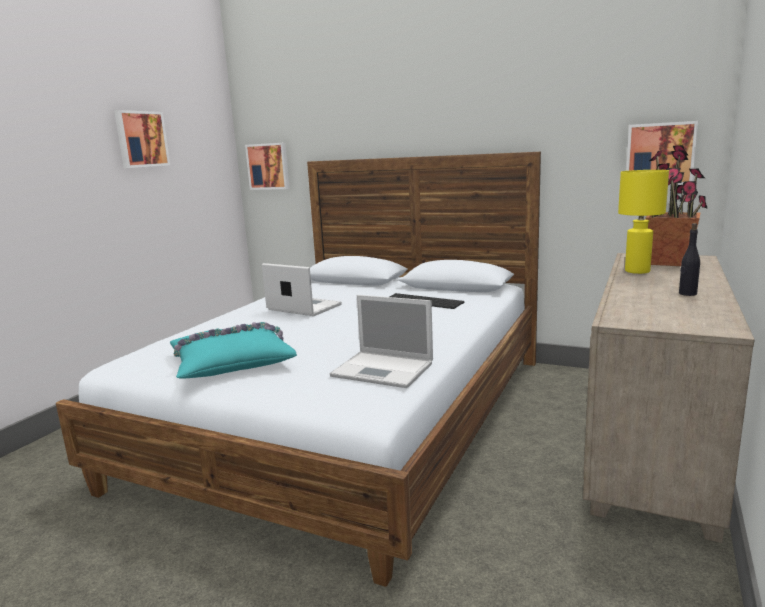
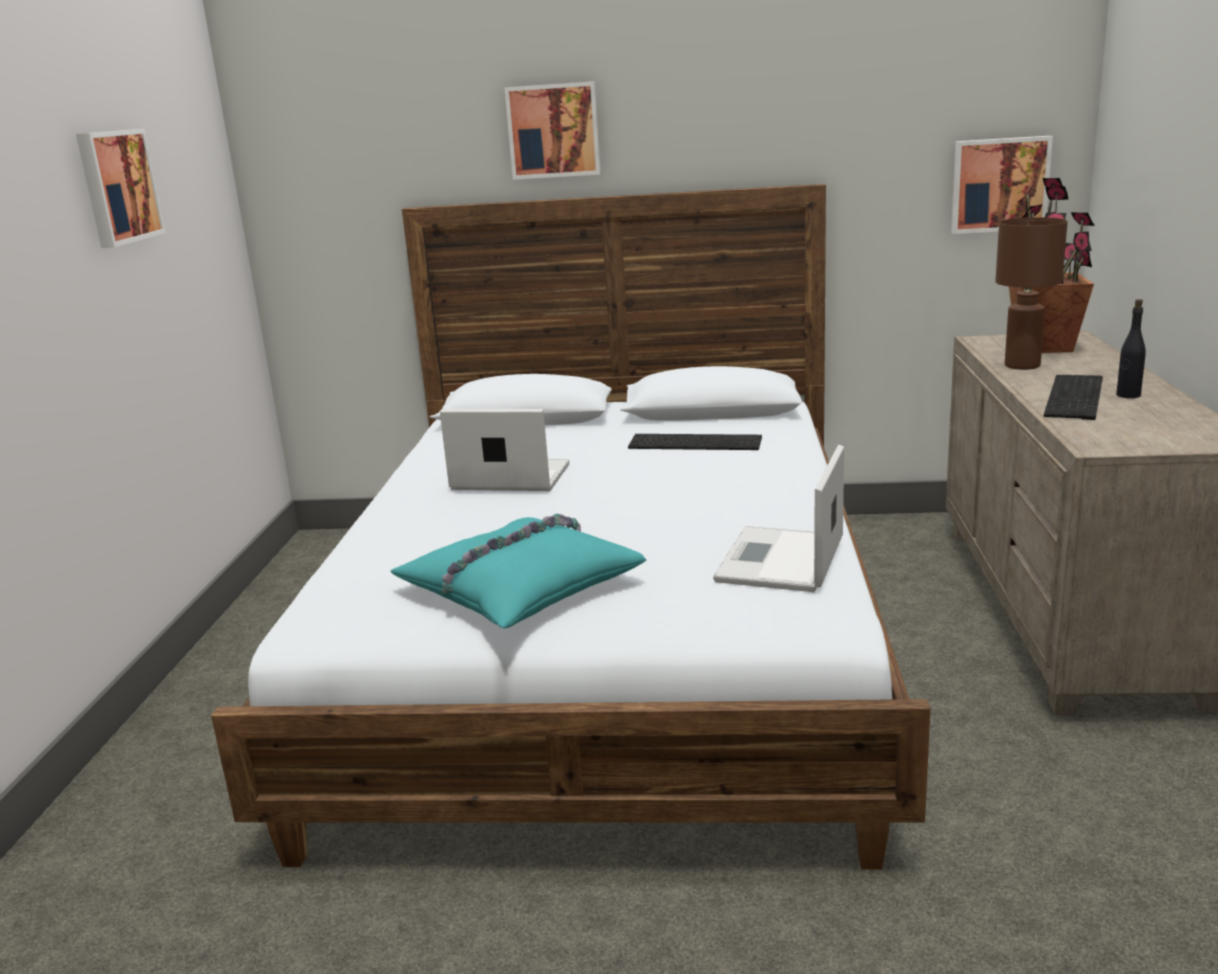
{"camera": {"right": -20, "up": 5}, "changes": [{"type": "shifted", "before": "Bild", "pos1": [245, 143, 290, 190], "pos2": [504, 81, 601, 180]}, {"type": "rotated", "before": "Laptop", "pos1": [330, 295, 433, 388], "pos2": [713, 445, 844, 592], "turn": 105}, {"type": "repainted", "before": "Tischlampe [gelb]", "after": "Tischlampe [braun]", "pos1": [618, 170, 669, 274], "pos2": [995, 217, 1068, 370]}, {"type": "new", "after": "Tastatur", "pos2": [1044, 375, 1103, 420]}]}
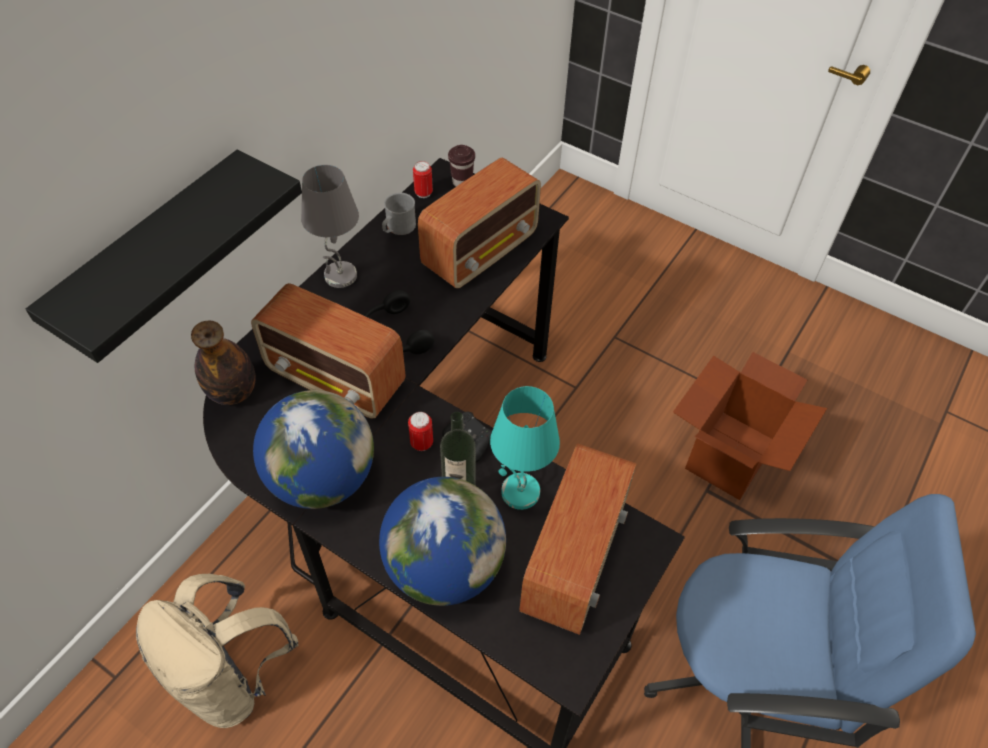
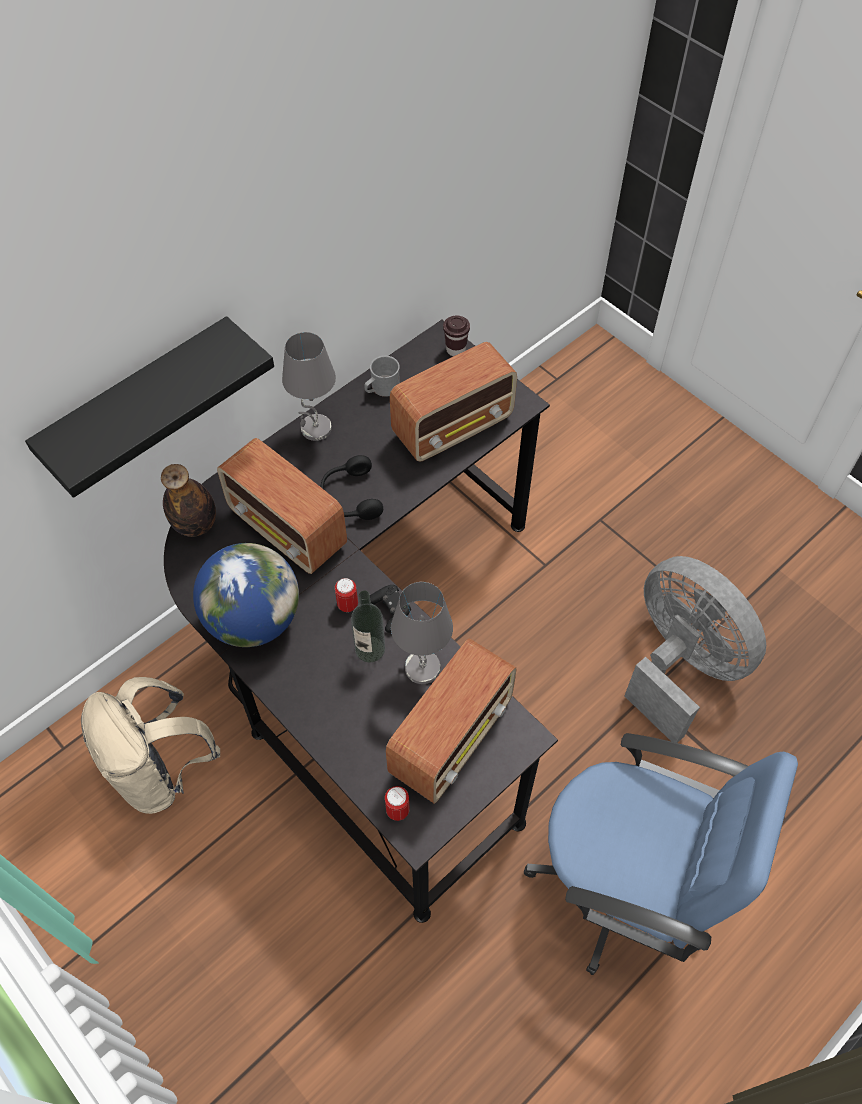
{"camera": {"right": 15, "up": 5}, "changes": [{"type": "gone", "before": "Globus", "pos1": [379, 477, 506, 606]}, {"type": "shifted", "before": "Dose", "pos1": [413, 161, 433, 198], "pos2": [385, 786, 410, 821]}, {"type": "repainted", "before": "Tischlampe [türkis]", "after": "Tischlampe [grau]", "pos1": [490, 386, 560, 510], "pos2": [391, 582, 453, 684]}, {"type": "swapped", "before": "Karton", "after": "Ventilator [grau]", "pos1": [673, 352, 827, 500], "pos2": [624, 556, 766, 743]}]}
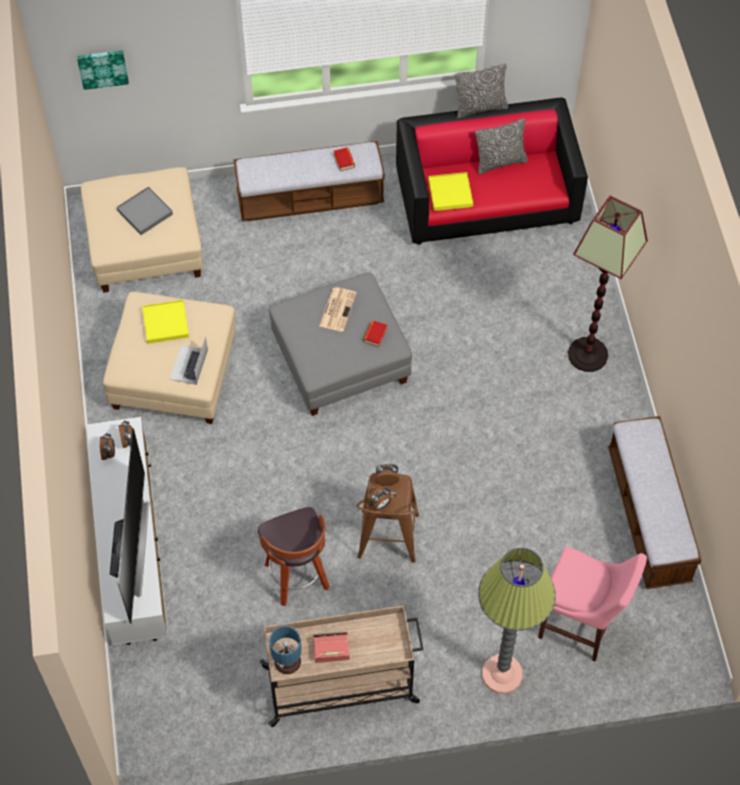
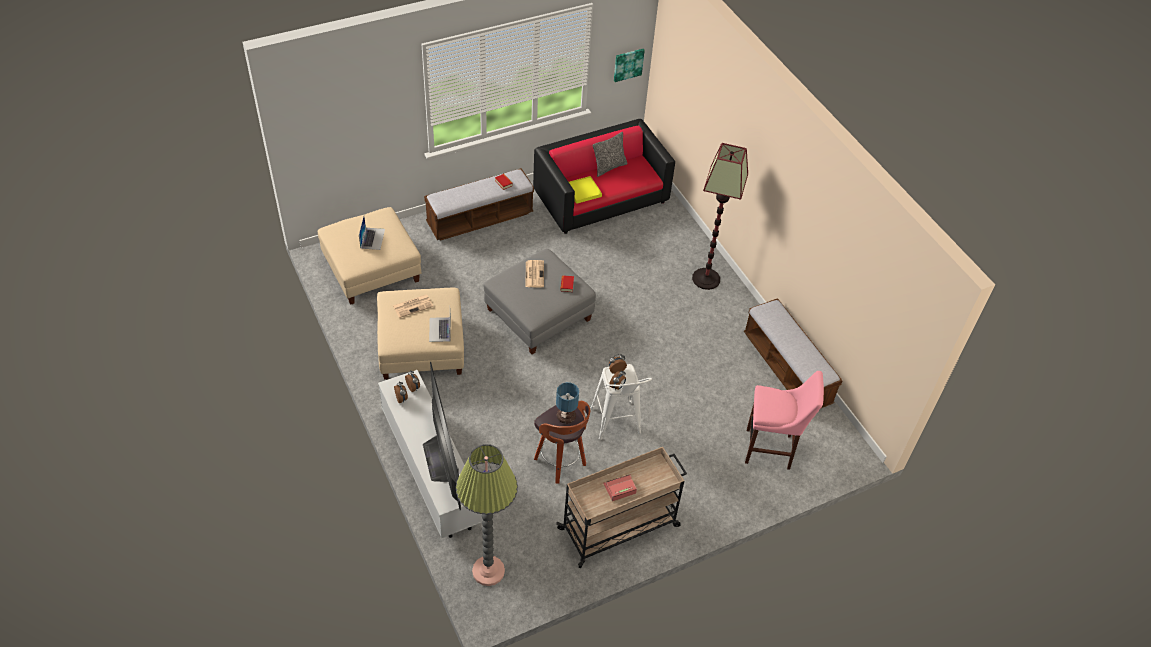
{"camera": {"right": -20, "up": -10}, "changes": [{"type": "shifted", "before": "Bild", "pos1": [77, 50, 129, 90], "pos2": [614, 49, 645, 82]}, {"type": "swapped", "before": "Tablett [grau]", "after": "Laptop", "pos1": [117, 186, 173, 235], "pos2": [359, 216, 385, 250]}, {"type": "swapped", "before": "Tablett [gelb]", "after": "Zeitung", "pos1": [142, 300, 189, 344], "pos2": [393, 295, 433, 318]}, {"type": "shifted", "before": "Tischlampe", "pos1": [269, 626, 302, 674], "pos2": [556, 382, 579, 424]}, {"type": "repainted", "before": "Hocker [braun]", "after": "Hocker [weiß]", "pos1": [356, 473, 419, 563], "pos2": [591, 364, 652, 440]}, {"type": "gone", "before": "Kissen", "pos1": [455, 64, 508, 119]}, {"type": "shifted", "before": "Stehlampe", "pos1": [478, 548, 556, 694], "pos2": [456, 444, 518, 586]}]}
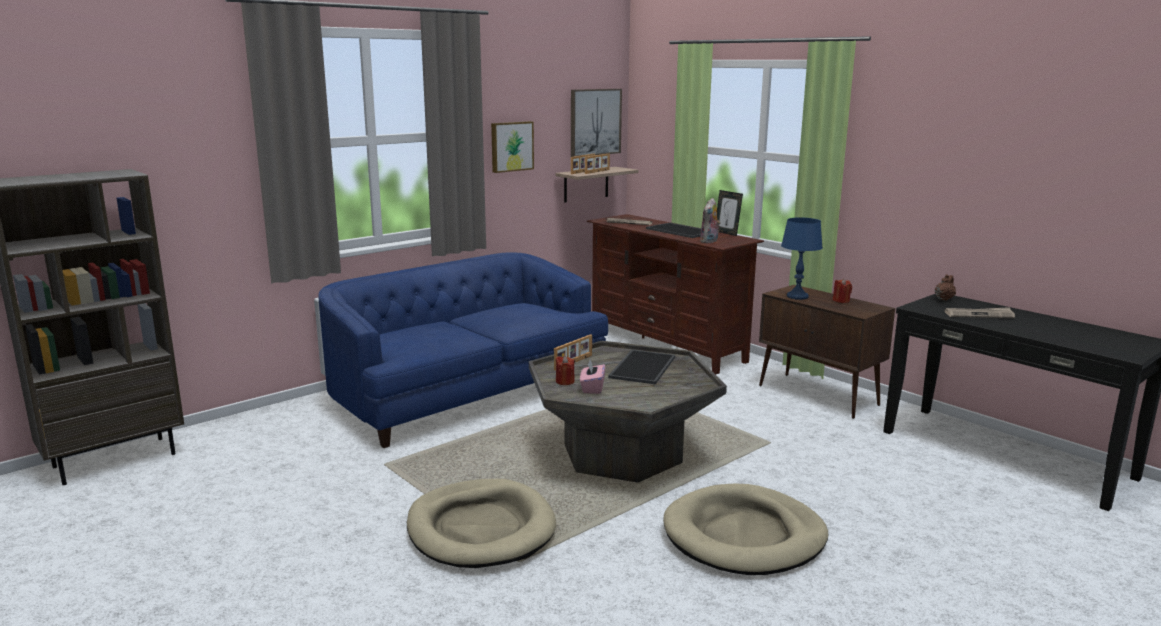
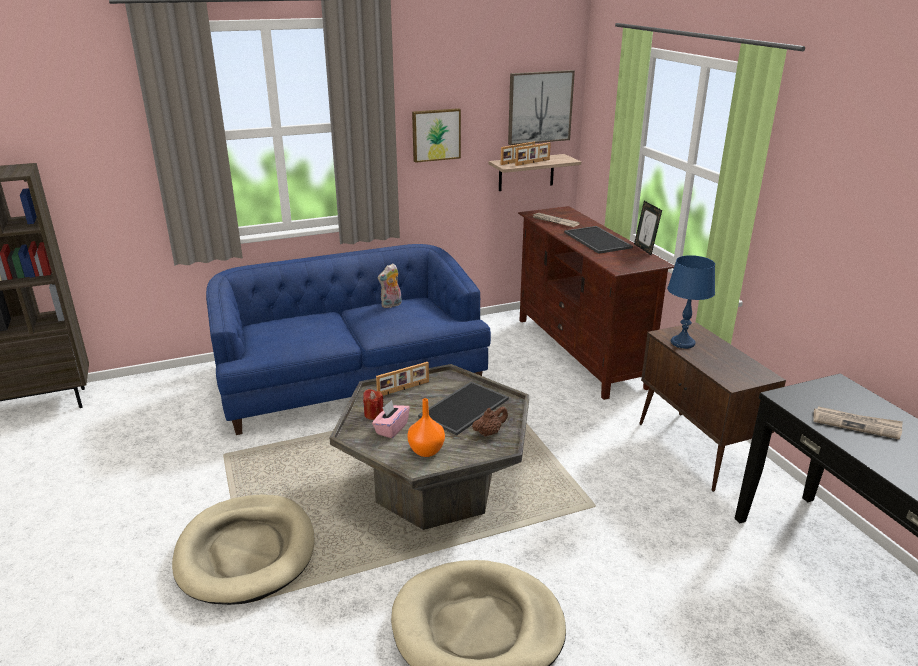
{"camera": {"right": 20, "up": 10}, "changes": [{"type": "shifted", "before": "Plüschtier", "pos1": [700, 198, 721, 243], "pos2": [378, 263, 402, 308]}, {"type": "gone", "before": "Kerze [rot]", "pos1": [833, 278, 852, 303]}, {"type": "shifted", "before": "Teekanne [braun]", "pos1": [935, 274, 956, 301], "pos2": [472, 407, 508, 437]}, {"type": "new", "after": "Vase [orange]", "pos2": [407, 398, 445, 457]}]}
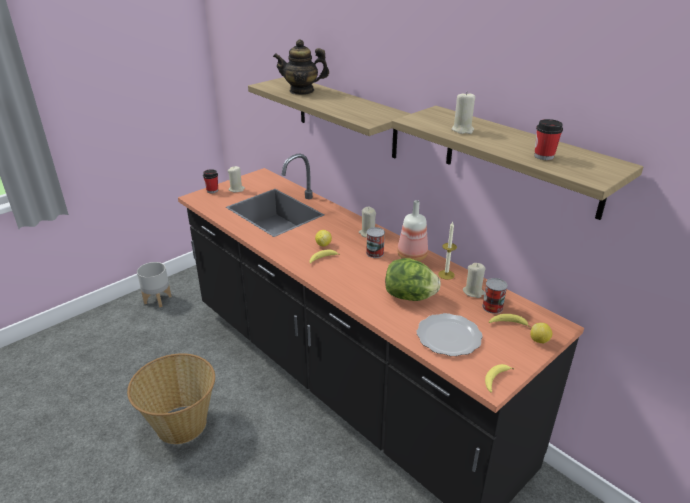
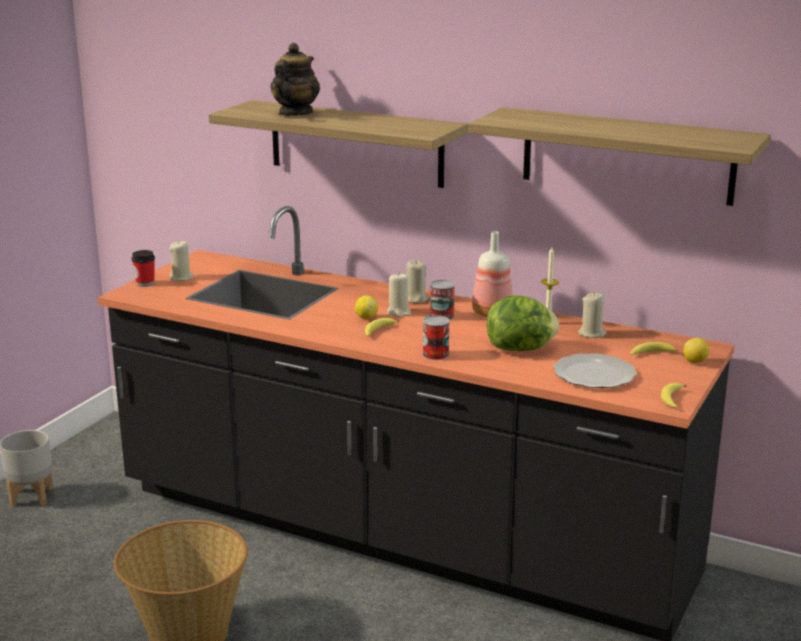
{"camera": {"right": -20, "up": -10}, "changes": [{"type": "rotated", "before": "Teekanne", "pos1": [273, 39, 329, 95], "pos2": [271, 43, 320, 116], "turn": 135}, {"type": "shifted", "before": "Kerze [beige]", "pos1": [452, 93, 475, 134], "pos2": [387, 274, 411, 317]}, {"type": "shifted", "before": "Dose", "pos1": [482, 278, 508, 314], "pos2": [423, 315, 450, 360]}, {"type": "gone", "before": "Tasse", "pos1": [534, 119, 563, 160]}]}
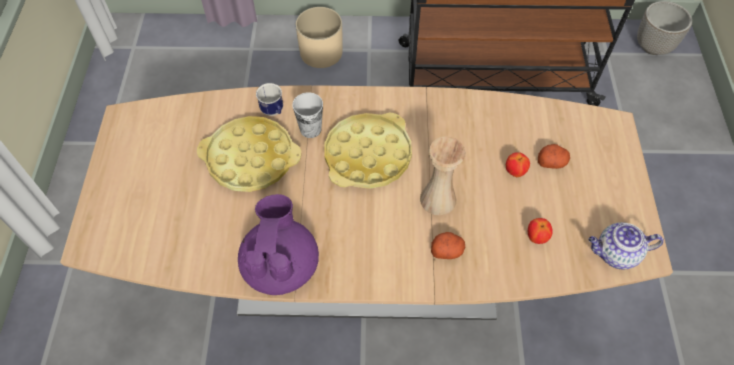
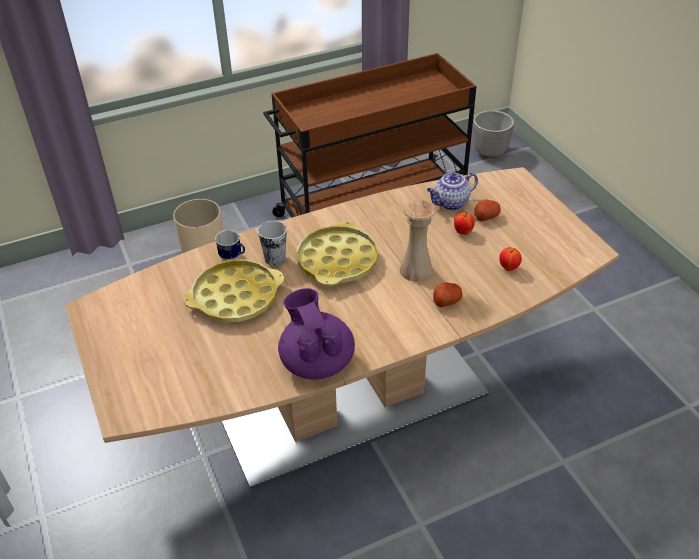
{"camera": {"right": -25, "up": -15}, "changes": [{"type": "shifted", "before": "Teekanne", "pos1": [589, 222, 664, 270], "pos2": [427, 172, 478, 210]}]}
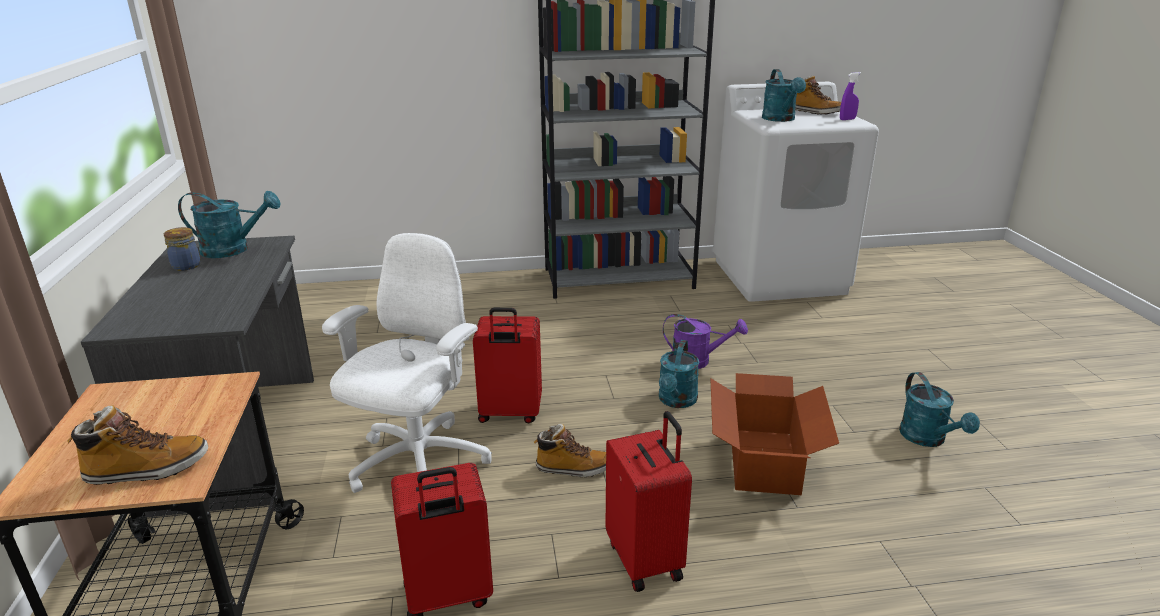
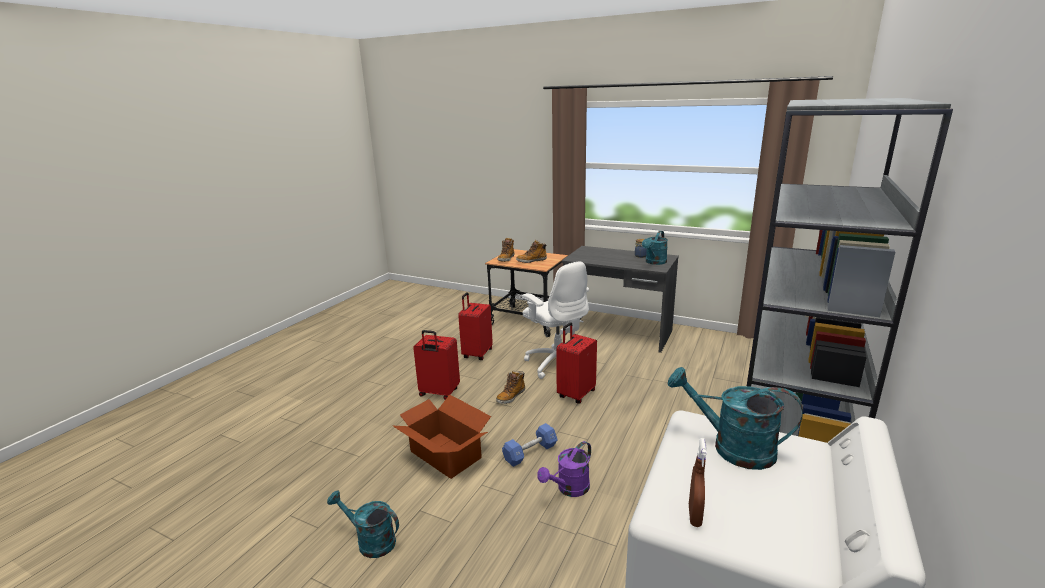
{"camera": {"right": 125, "up": -5}, "changes": [{"type": "swapped", "before": "Gießkanne [türkis]", "after": "Hantel [blau]", "pos1": [659, 340, 699, 408], "pos2": [502, 423, 557, 467]}, {"type": "shifted", "before": "Stiefel", "pos1": [795, 75, 841, 114], "pos2": [516, 240, 547, 263]}, {"type": "repainted", "before": "Sprühflasche [lila]", "after": "Sprühflasche [braun]", "pos1": [840, 72, 861, 120], "pos2": [689, 438, 707, 527]}]}
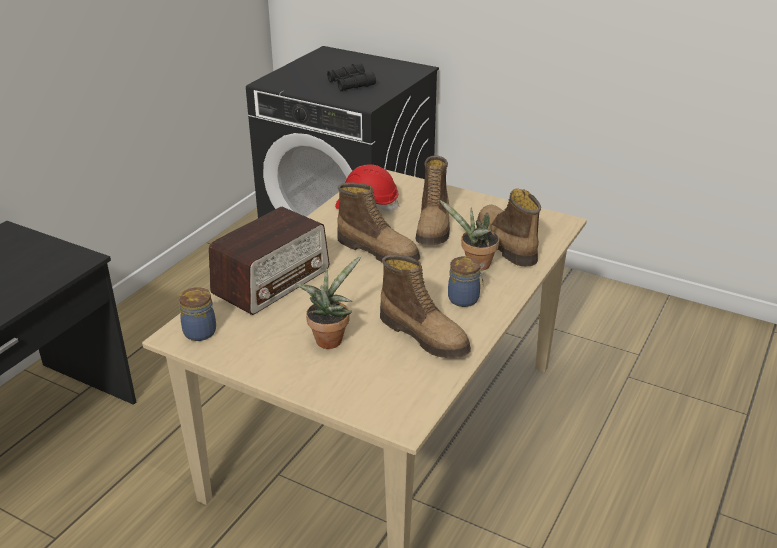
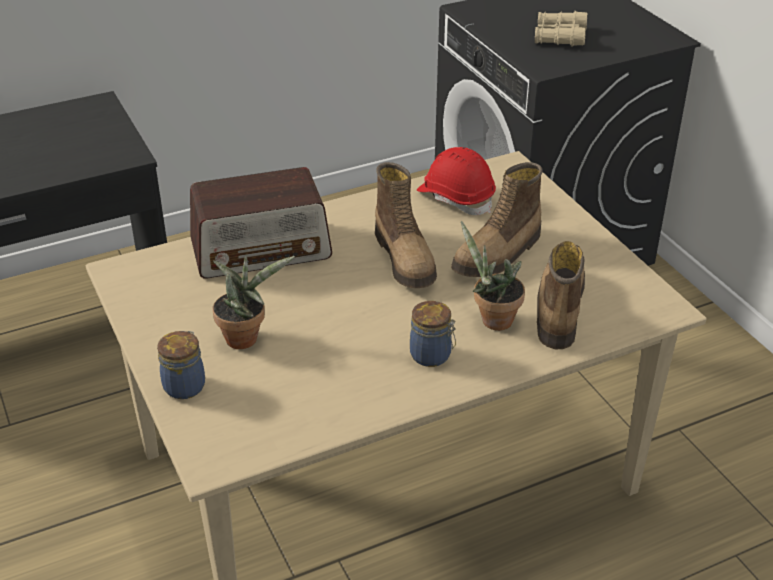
{"camera": {"right": 35, "up": 5}, "changes": [{"type": "shifted", "before": "Vorratsglas", "pos1": [179, 287, 216, 341], "pos2": [157, 331, 205, 399]}, {"type": "repainted", "before": "Fernglas [schwarz]", "after": "Fernglas [beige]", "pos1": [327, 63, 376, 91], "pos2": [535, 11, 587, 46]}, {"type": "gone", "before": "Stiefel", "pos1": [380, 255, 471, 358]}]}
